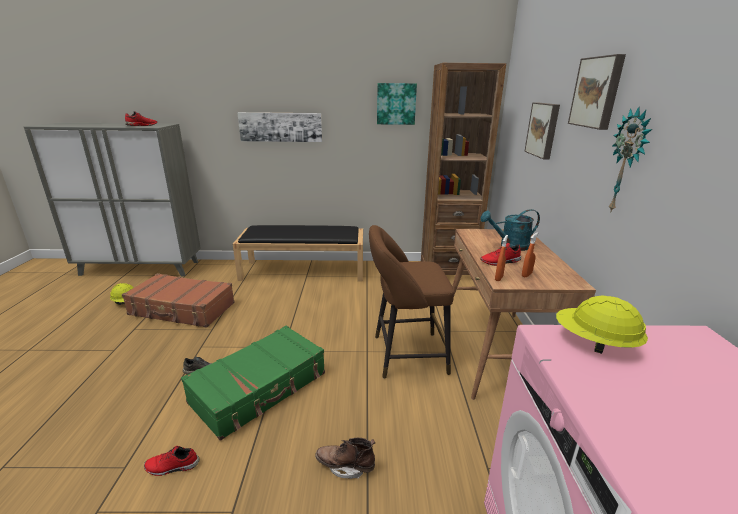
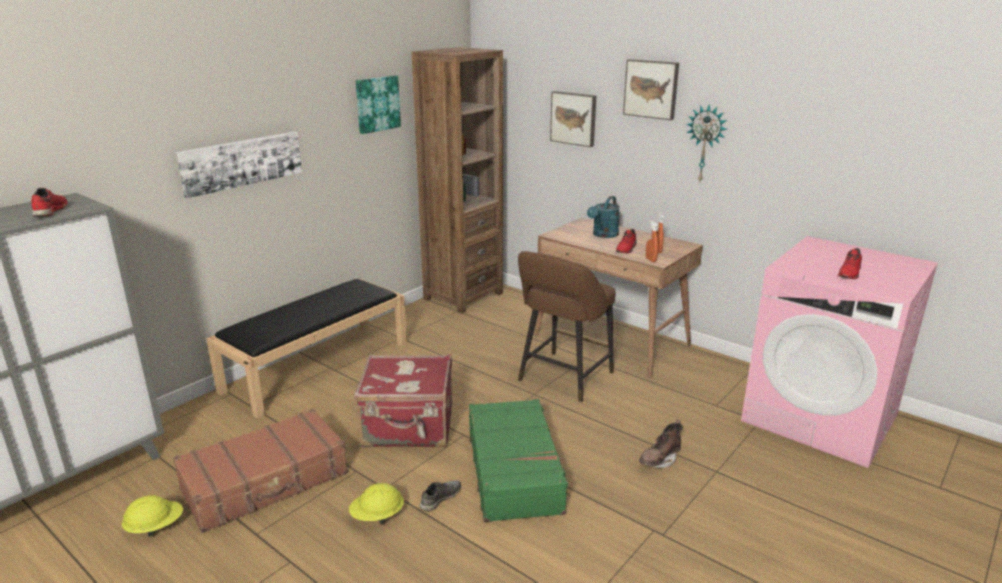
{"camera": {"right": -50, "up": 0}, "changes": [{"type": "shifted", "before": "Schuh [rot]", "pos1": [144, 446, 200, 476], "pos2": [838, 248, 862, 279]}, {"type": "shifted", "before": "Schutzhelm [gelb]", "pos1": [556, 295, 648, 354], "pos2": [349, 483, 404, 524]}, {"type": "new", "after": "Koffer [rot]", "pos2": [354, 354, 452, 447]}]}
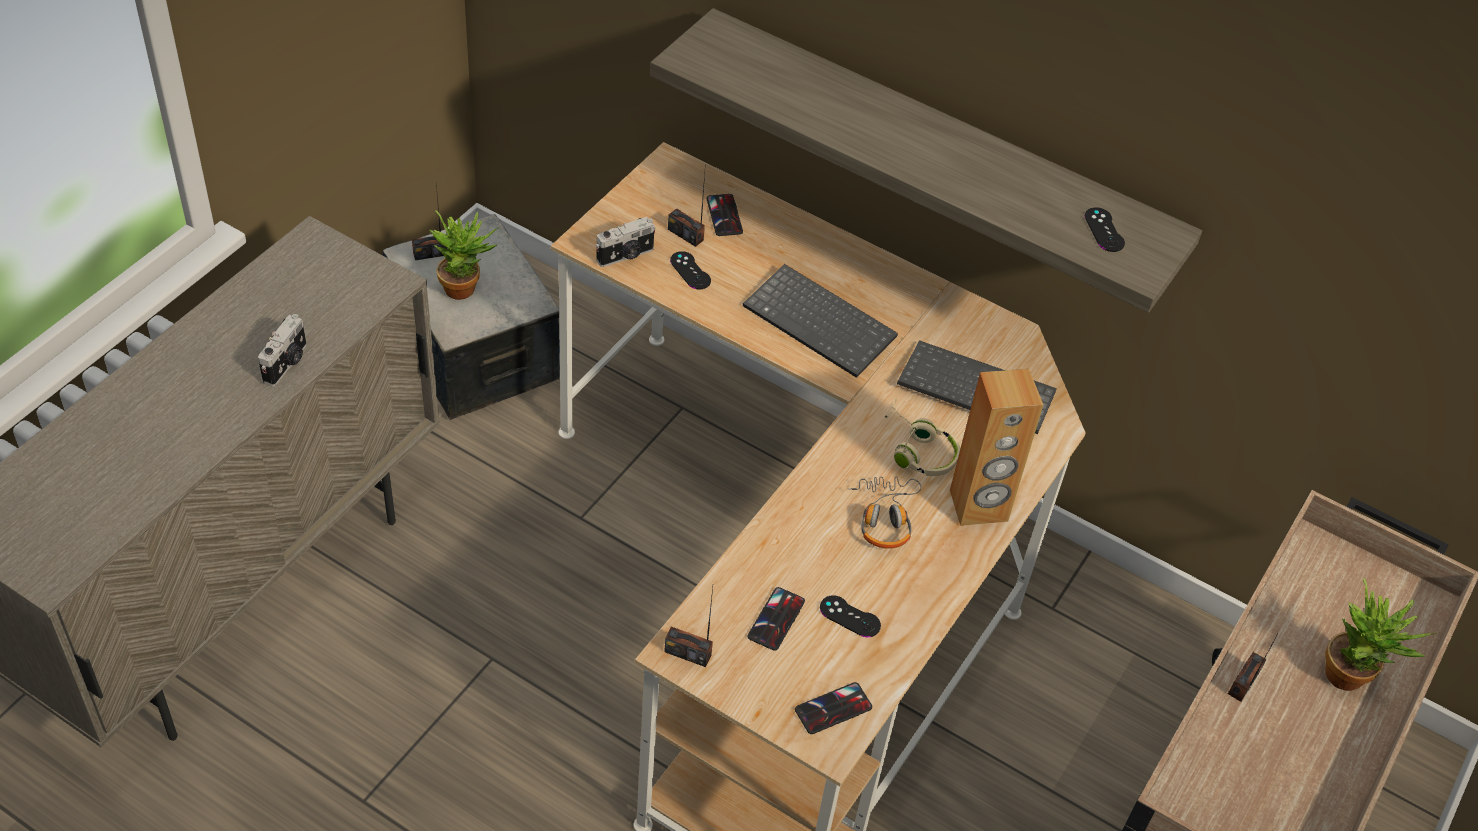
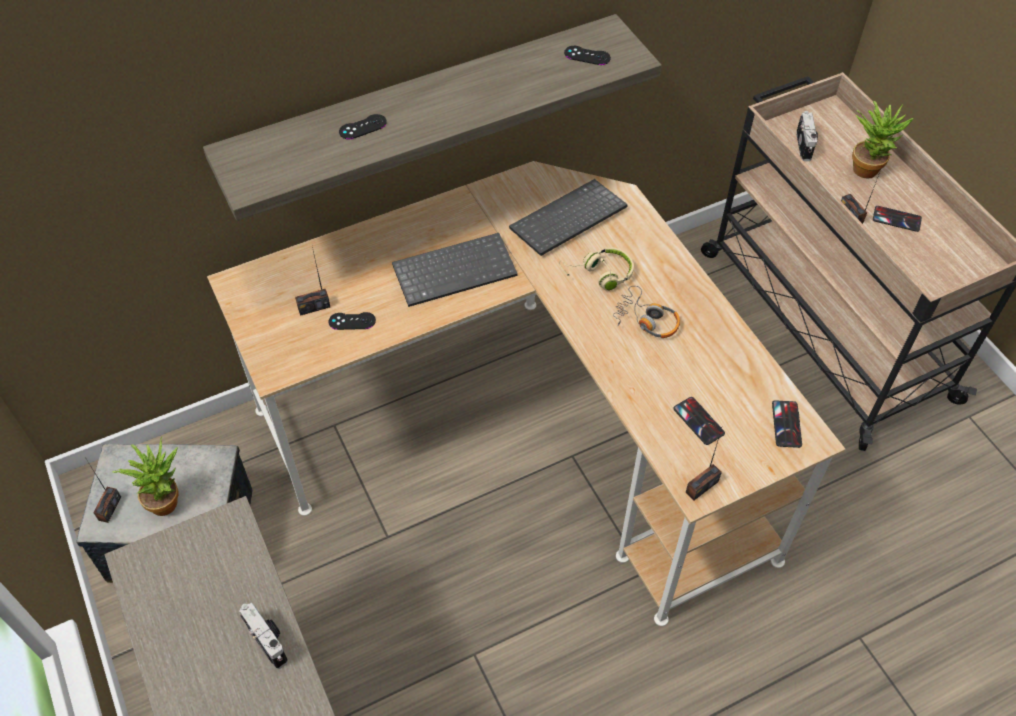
{"camera": {"right": -55, "up": 5}, "changes": [{"type": "shifted", "before": "Kamera", "pos1": [596, 217, 656, 267], "pos2": [796, 111, 818, 161]}, {"type": "shifted", "before": "Handy", "pos1": [706, 194, 743, 236], "pos2": [873, 206, 922, 232]}, {"type": "shifted", "before": "Gamepad [schwarz]", "pos1": [820, 595, 881, 637], "pos2": [339, 114, 387, 139]}, {"type": "gone", "before": "Lautsprecher [braun]", "pos1": [950, 369, 1044, 526]}]}
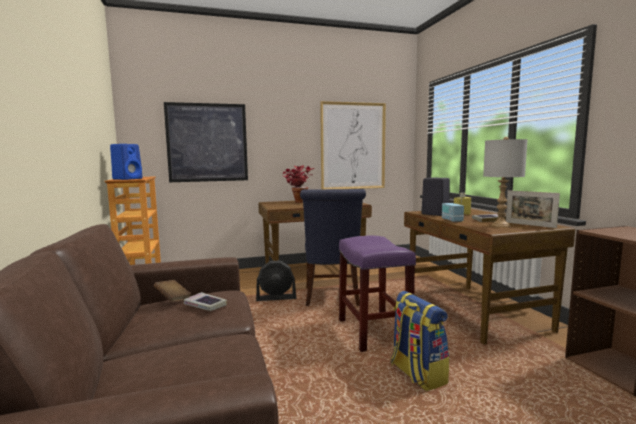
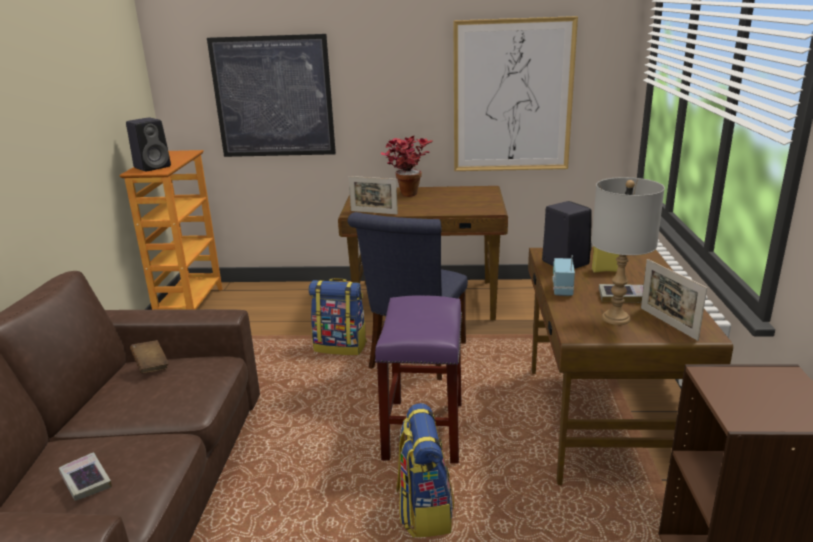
{"camera": {"right": 20, "up": 15}, "changes": [{"type": "repainted", "before": "Lautsprecher [blau]", "after": "Lautsprecher [schwarz]", "pos1": [110, 144, 142, 180], "pos2": [126, 118, 171, 172]}, {"type": "shifted", "before": "Buch", "pos1": [184, 292, 227, 311], "pos2": [59, 452, 112, 501]}, {"type": "swapped", "before": "Ventilator [schwarz]", "after": "Rucksack", "pos1": [256, 260, 296, 301], "pos2": [309, 278, 367, 355]}, {"type": "new", "after": "Bilderrahmen", "pos2": [349, 176, 398, 214]}]}
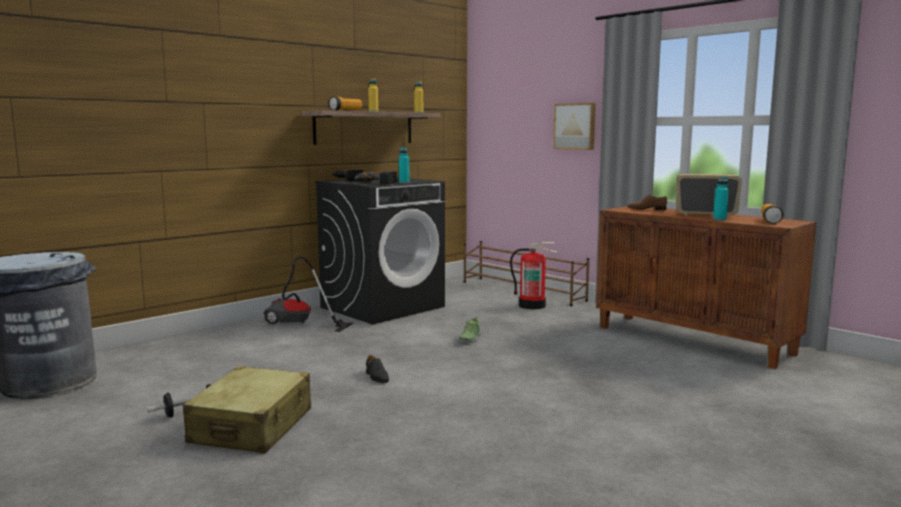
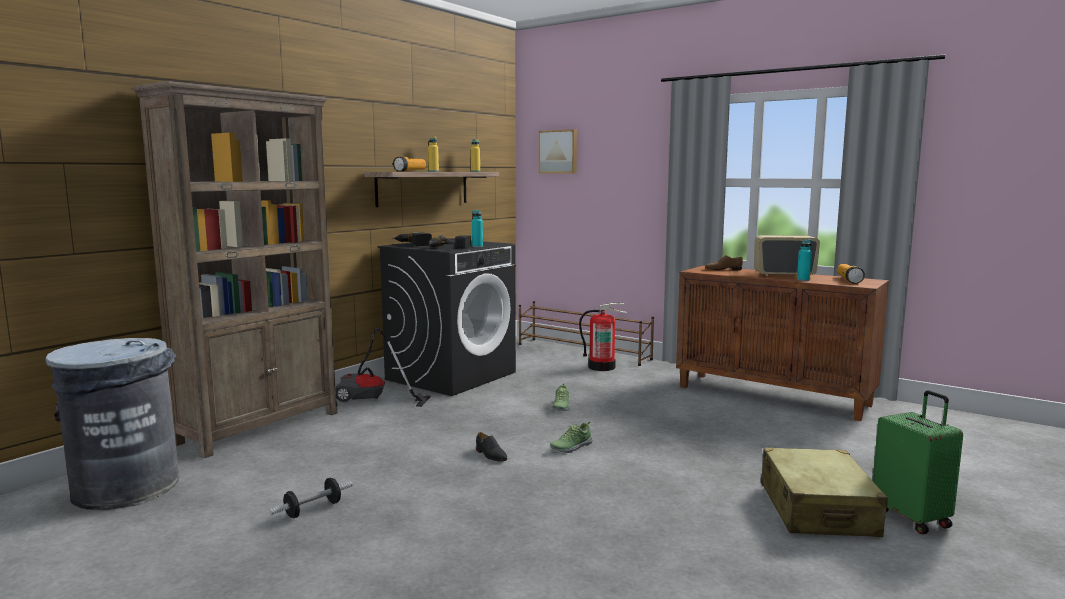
{"camera": {"right": -10, "up": 0}, "changes": [{"type": "shifted", "before": "Koffer [beige]", "pos1": [183, 366, 311, 453], "pos2": [761, 448, 888, 537]}, {"type": "shifted", "before": "Bild", "pos1": [553, 103, 596, 150], "pos2": [538, 129, 577, 173]}, {"type": "new", "after": "Bücherregal [braun]", "pos2": [133, 81, 338, 458]}, {"type": "new", "after": "Schuh", "pos2": [550, 422, 593, 453]}, {"type": "new", "after": "Koffer [grün]", "pos2": [873, 390, 963, 534]}]}
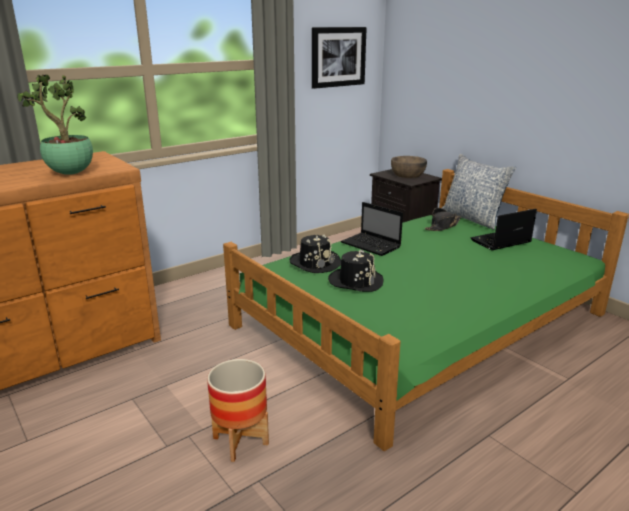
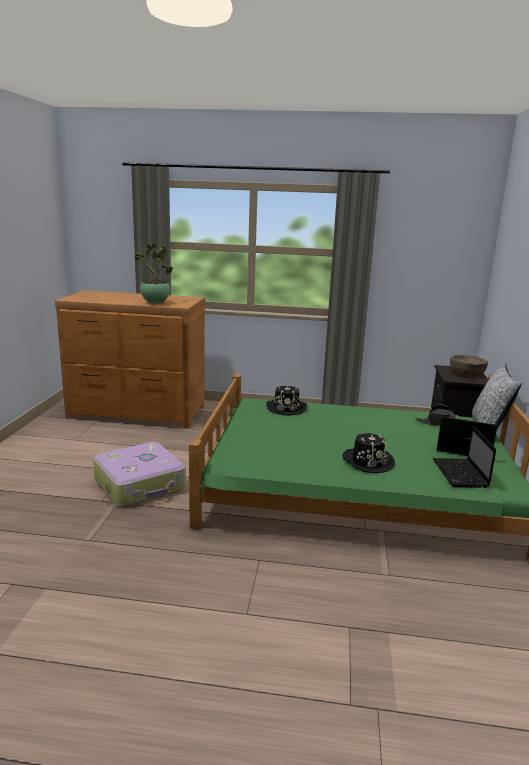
{"camera": {"right": 45, "up": -5}, "changes": [{"type": "swapped", "before": "Pflanzkübel", "after": "Koffer", "pos1": [207, 359, 269, 462], "pos2": [93, 442, 186, 507]}, {"type": "gone", "before": "Bild", "pos1": [312, 27, 367, 89]}, {"type": "shifted", "before": "Hut [schwarz]", "pos1": [328, 249, 383, 292], "pos2": [342, 433, 395, 473]}, {"type": "shifted", "before": "Laptop", "pos1": [341, 202, 403, 256], "pos2": [433, 426, 496, 488]}]}
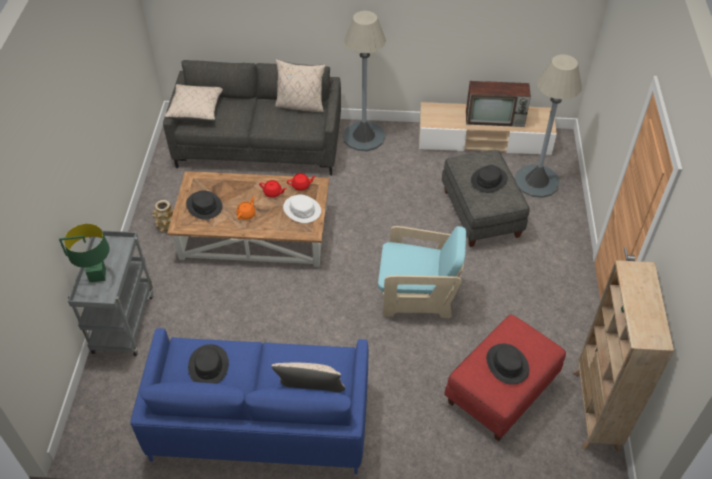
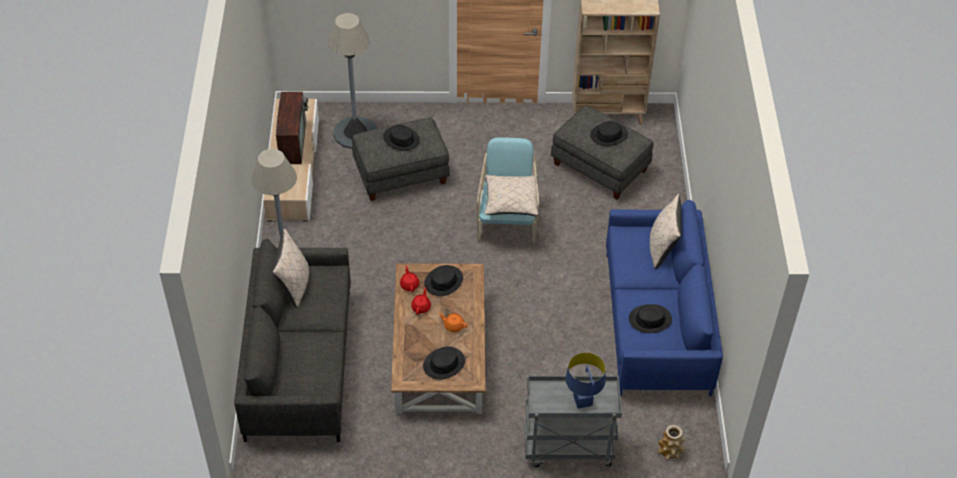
{"camera": {"right": -95, "up": 0}, "changes": [{"type": "repainted", "before": "Tischlampe [grün]", "after": "Tischlampe [blau]", "pos1": [59, 224, 110, 282], "pos2": [566, 352, 605, 409]}, {"type": "shifted", "before": "Vase", "pos1": [152, 200, 174, 232], "pos2": [658, 425, 685, 460]}, {"type": "shifted", "before": "Kissen [beige]", "pos1": [165, 84, 223, 122], "pos2": [485, 175, 538, 216]}, {"type": "repainted", "before": "Hut [weiß]", "after": "Hut [schwarz]", "pos1": [283, 194, 321, 223], "pos2": [424, 265, 463, 296]}, {"type": "repainted", "before": "Polsterhocker [rot]", "after": "Polsterhocker [grau]", "pos1": [444, 315, 566, 441], "pos2": [551, 106, 654, 200]}]}
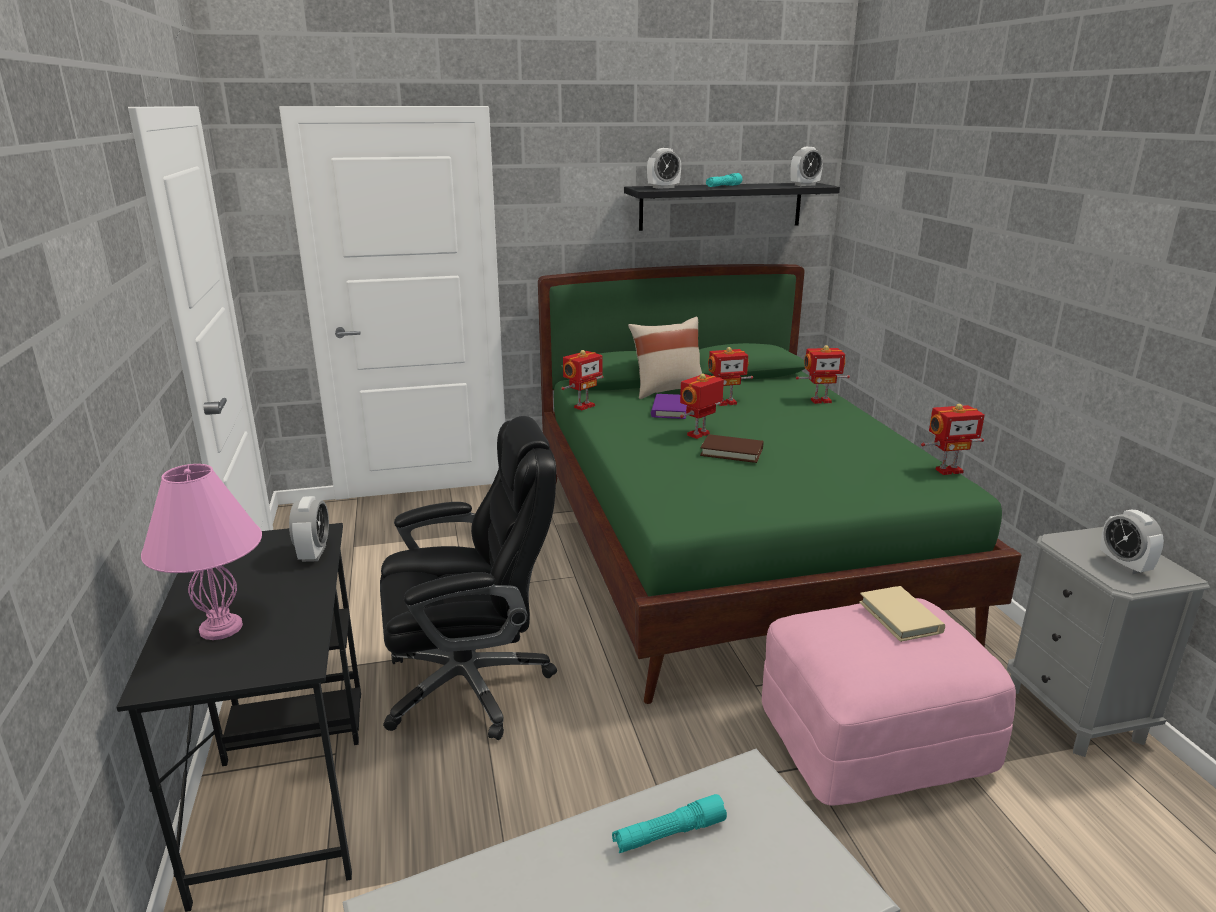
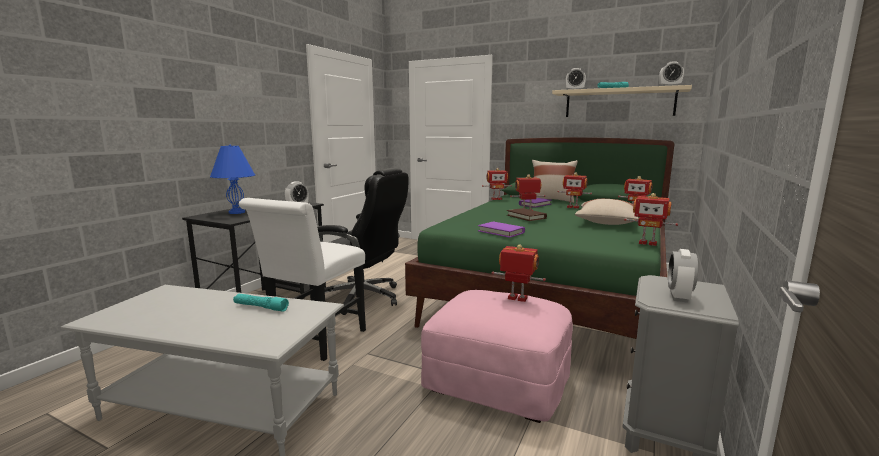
{"camera": {"right": 40, "up": -10}, "changes": [{"type": "repainted", "before": "Tischlampe [rosa]", "after": "Tischlampe [blau]", "pos1": [141, 464, 262, 640], "pos2": [210, 145, 255, 214]}, {"type": "repainted", "before": "Wandregal [schwarz]", "after": "Wandregal [beige]", "pos1": [624, 183, 840, 231], "pos2": [552, 85, 692, 117]}, {"type": "swapped", "before": "Buch [beige]", "after": "Spielzeugroboter", "pos1": [859, 586, 945, 642], "pos2": [492, 244, 546, 302]}, {"type": "new", "after": "Stuhl [weiß]", "pos2": [239, 198, 366, 361]}, {"type": "new", "after": "Buch [lila]", "pos2": [478, 222, 525, 238]}, {"type": "new", "after": "Kissen [beige]", "pos2": [575, 199, 638, 225]}]}
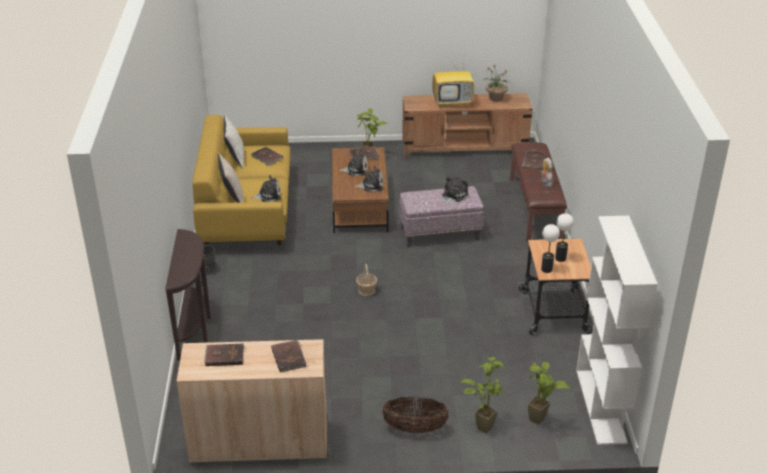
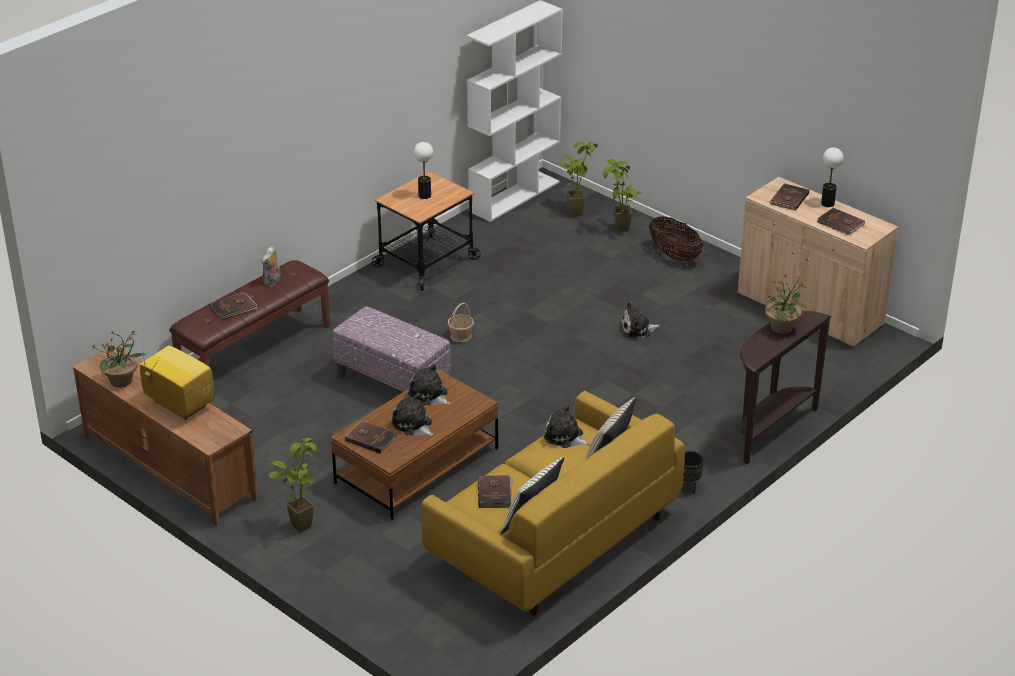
{"camera": {"right": -135, "up": 0}, "changes": [{"type": "shifted", "before": "Korb", "pos1": [356, 264, 377, 296], "pos2": [448, 303, 474, 342]}, {"type": "shifted", "before": "Plüschtier", "pos1": [442, 177, 468, 205], "pos2": [621, 302, 660, 338]}, {"type": "shifted", "before": "Tischlampe", "pos1": [541, 224, 560, 273], "pos2": [821, 148, 843, 207]}, {"type": "new", "after": "Topfpflanze", "pos2": [765, 274, 807, 334]}]}
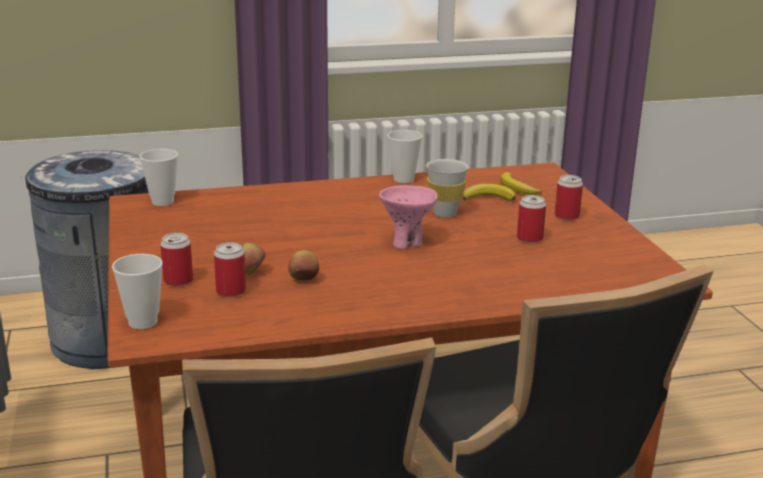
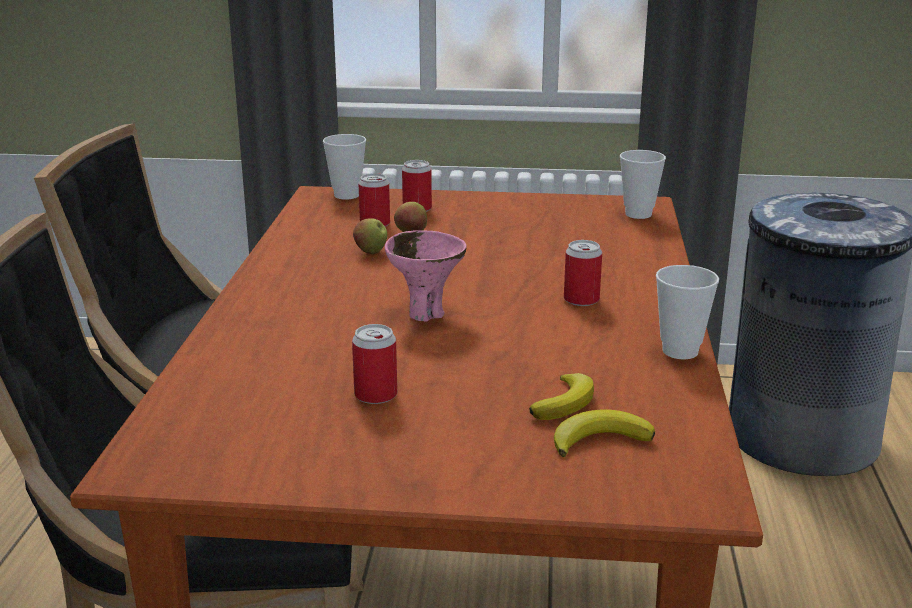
{"camera": {"right": 110, "up": 0}, "changes": [{"type": "gone", "before": "Tasse [weiß]", "pos1": [426, 159, 468, 218]}, {"type": "shifted", "before": "Dose", "pos1": [555, 175, 583, 221], "pos2": [564, 240, 602, 306]}]}
